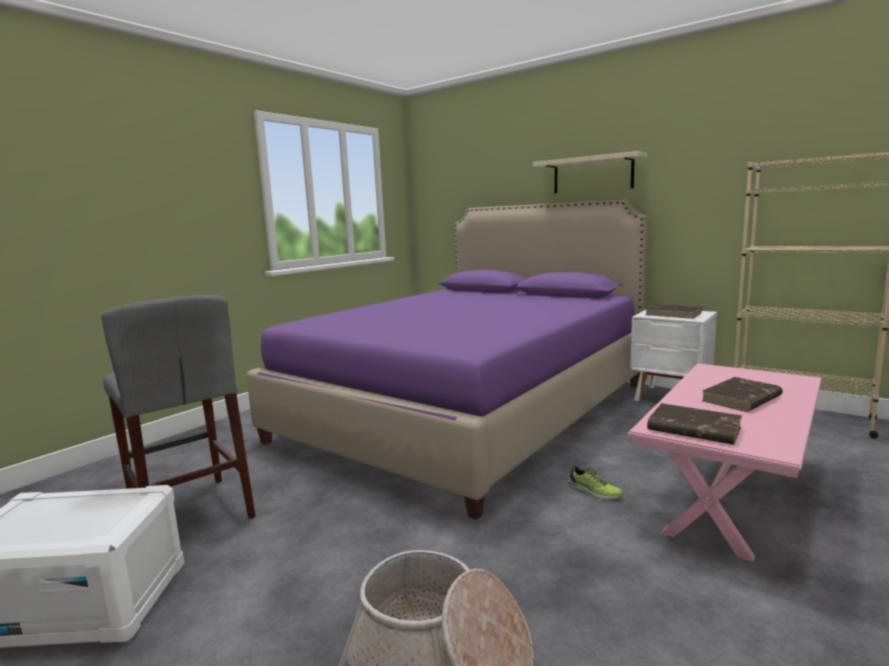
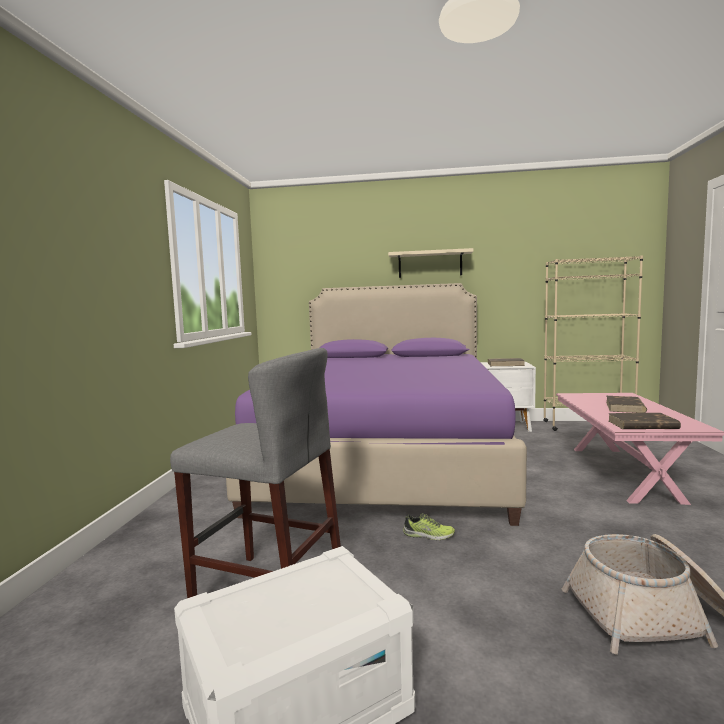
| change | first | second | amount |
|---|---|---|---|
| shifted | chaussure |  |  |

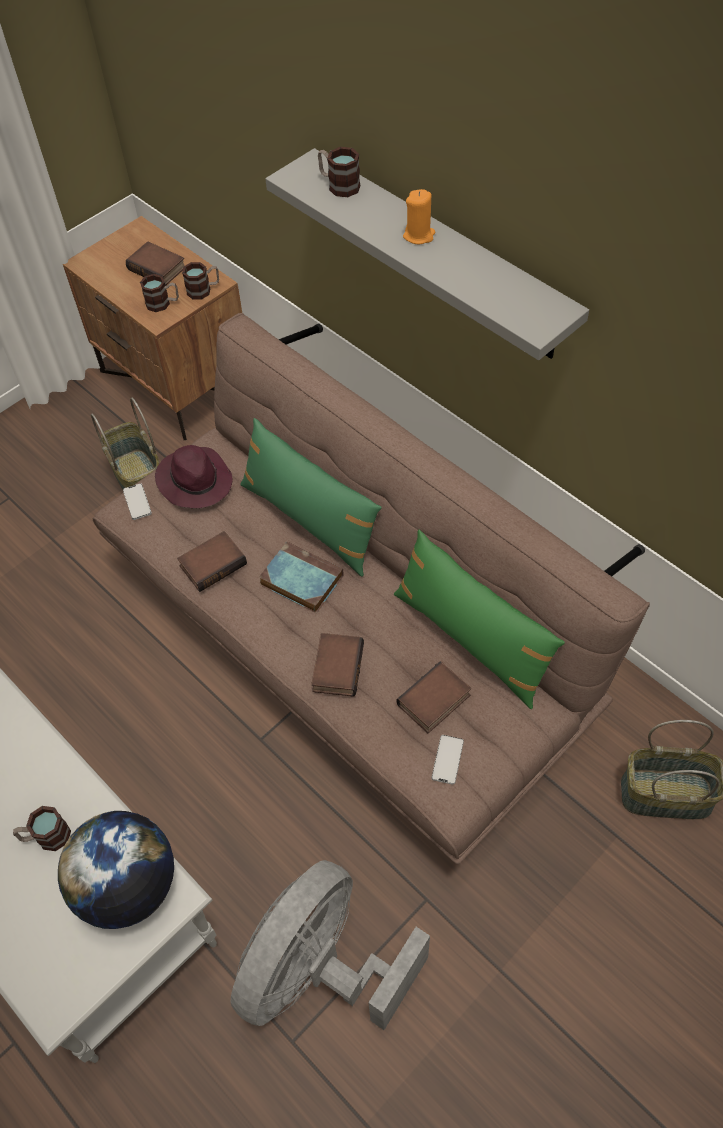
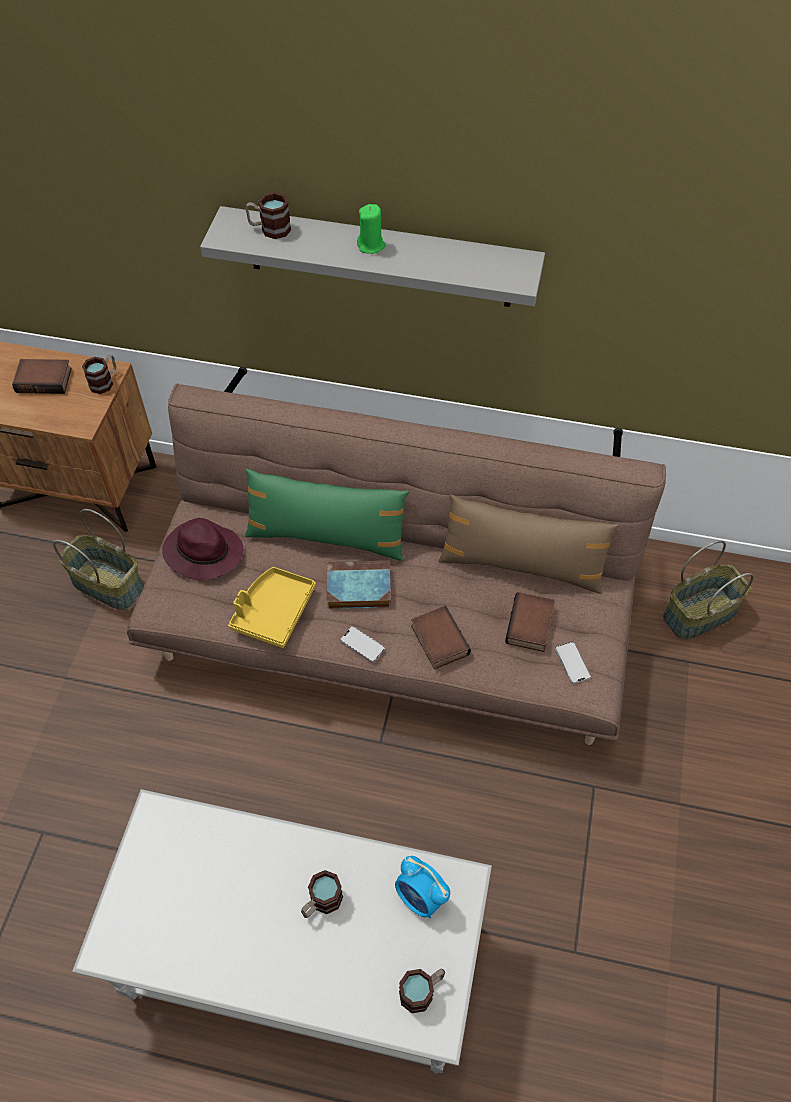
| change | first | second | amount |
|---|---|---|---|
| repainted | bougie/orange | bougie/vert |  |
| shifted | mug (no. 2 from left in the first image) | mug (no. 4 from left) |  |
| shifted | téléphone (no. 1 from left) |  |  |
| repainted | coussin/vert (no. 2 from left) | coussin/marron |  |
| swapped | livre (no. 2 from left) | plateau/jaune |  |
| swapped | globe | réveil |  |
| gone | ventilateur/gris |  |  |

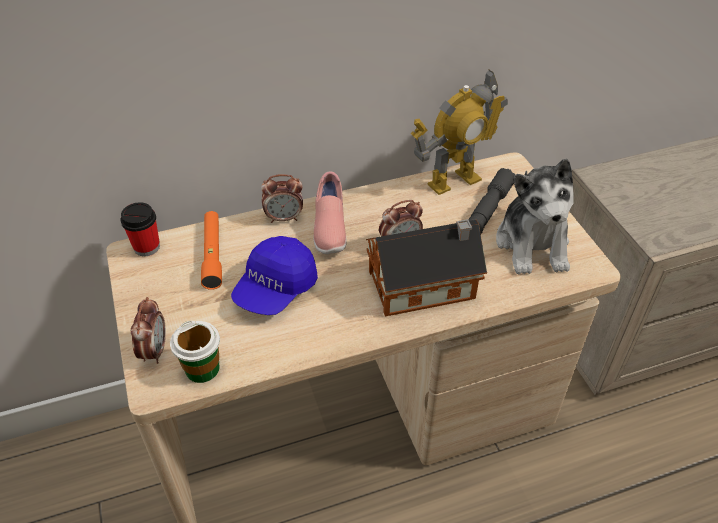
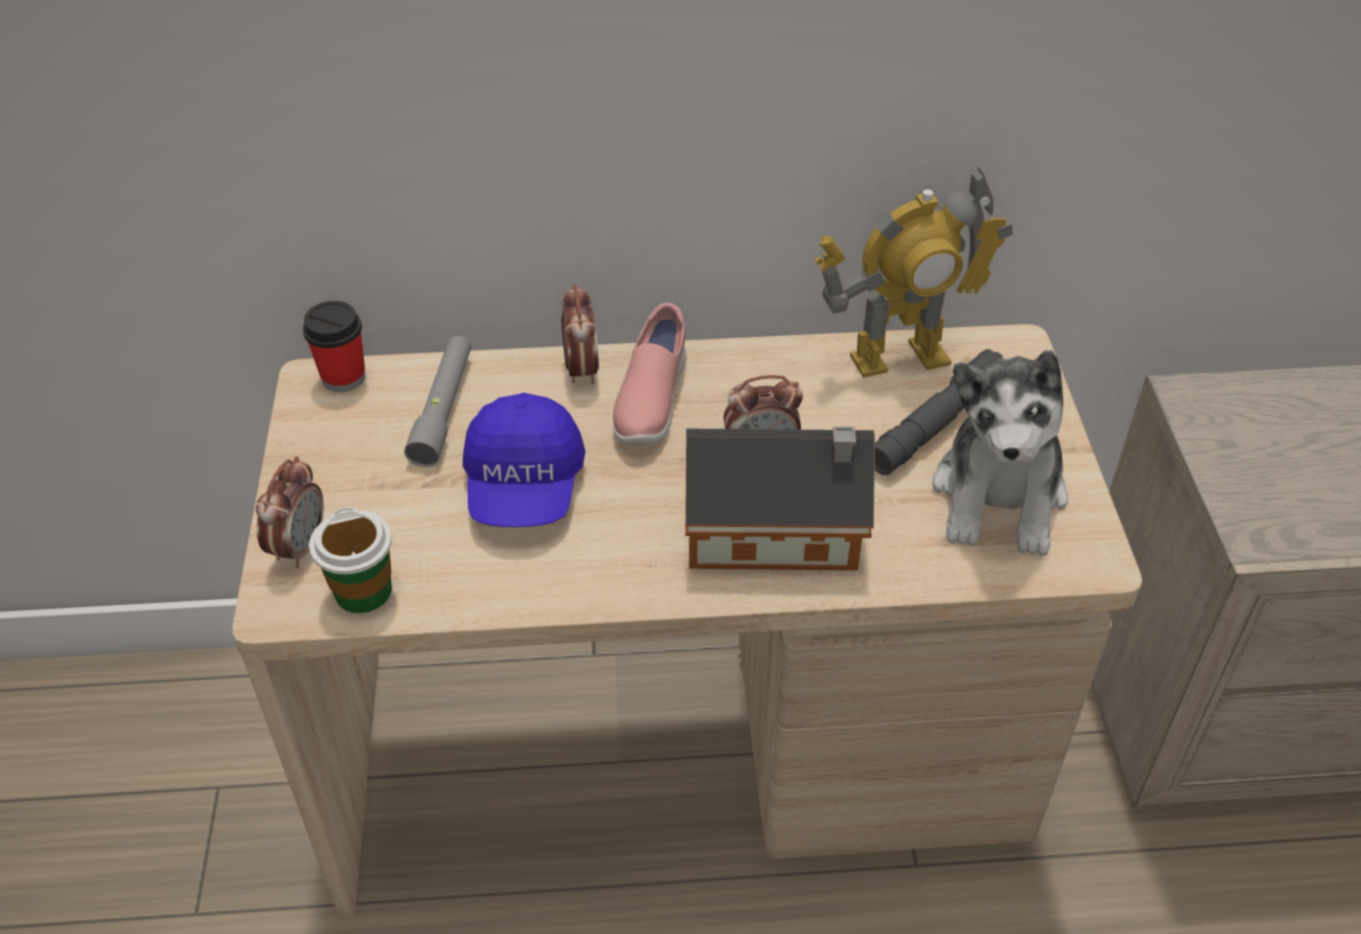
| change | first | second | amount |
|---|---|---|---|
| rotated | réveil (no. 2 from left) |  | 105 degrees counterclockwise |
| repainted | lampe de poche/orange | lampe de poche/gris (no. 1 from left) |  |
| rotated | casquette/bleu |  | 45 degrees counterclockwise |

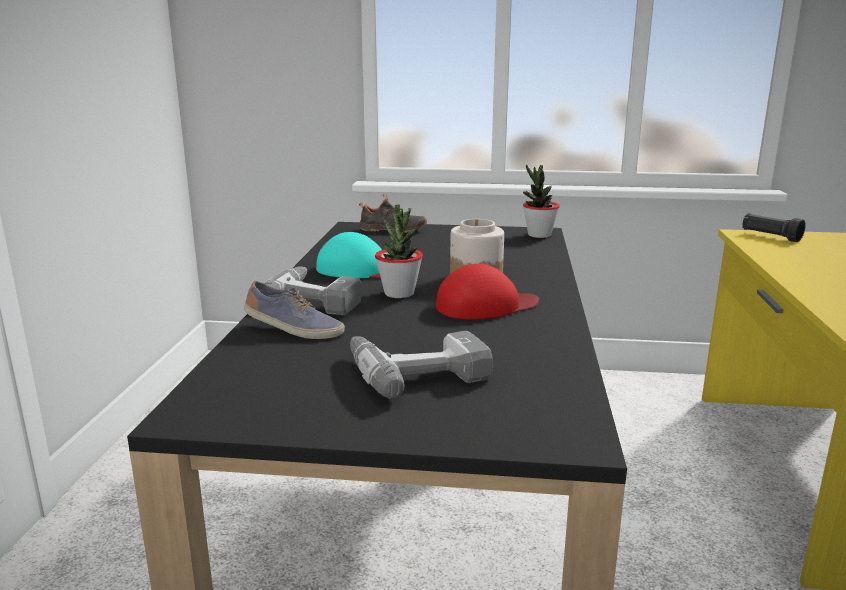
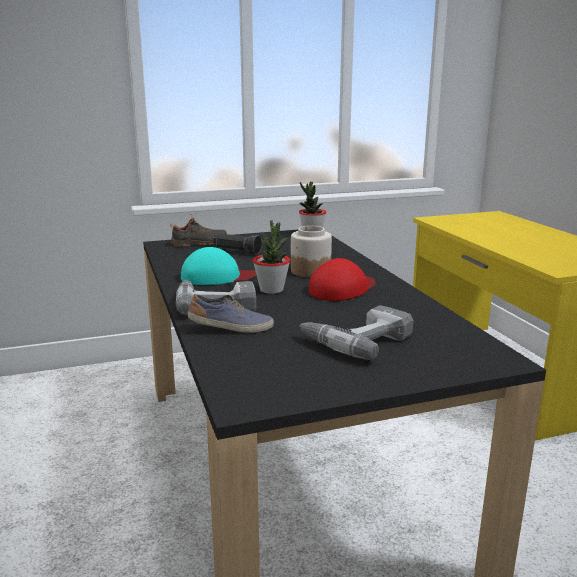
| change | first | second | amount |
|---|---|---|---|
| shifted | lampe de poche/noir |  |  |

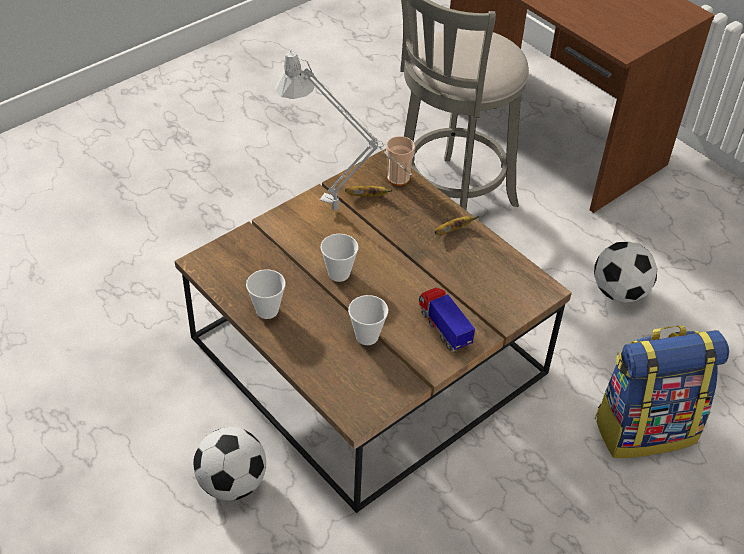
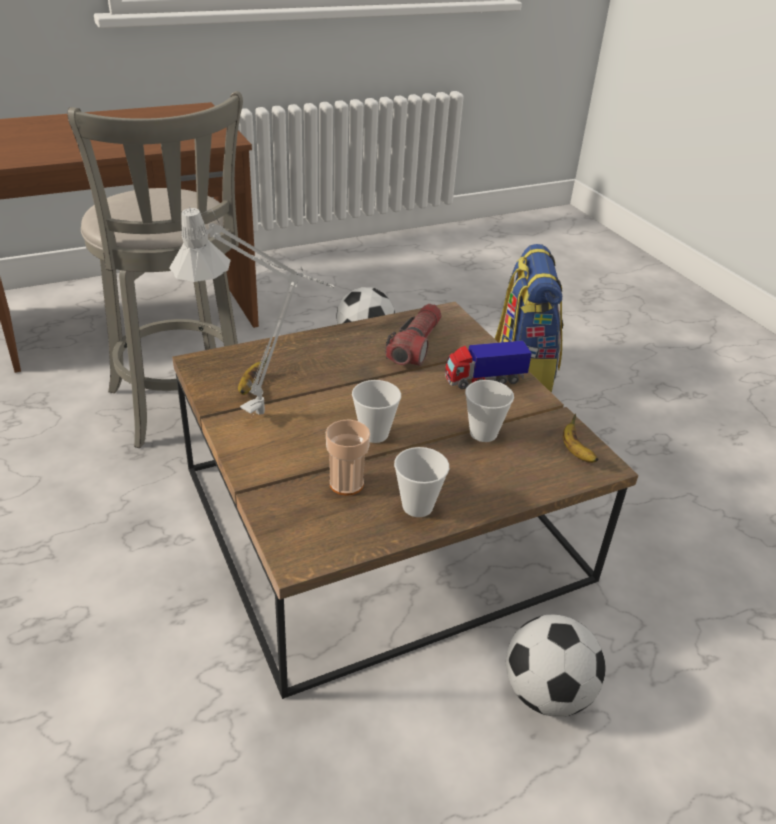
| change | first | second | amount |
|---|---|---|---|
| shifted | tasse (no. 4 from left in the first image) | tasse (no. 1 from left) |  |
| shifted | banane (no. 2 from left) |  |  |
| new |  | lampe de poche |  |

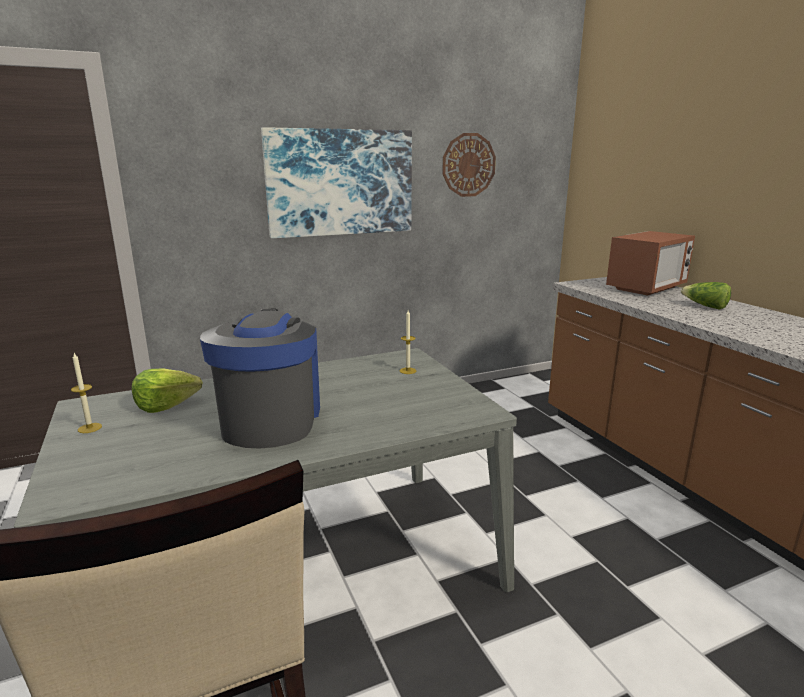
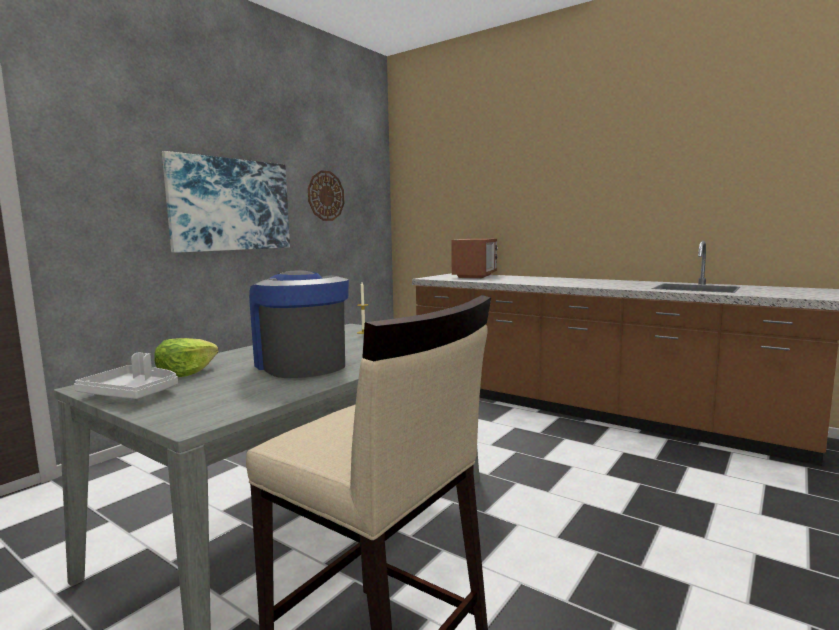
| change | first | second | amount |
|---|---|---|---|
| gone | laitue (no. 2 from left) |  |  |
| swapped | bougie (no. 1 from left) | plateau/gris |  |

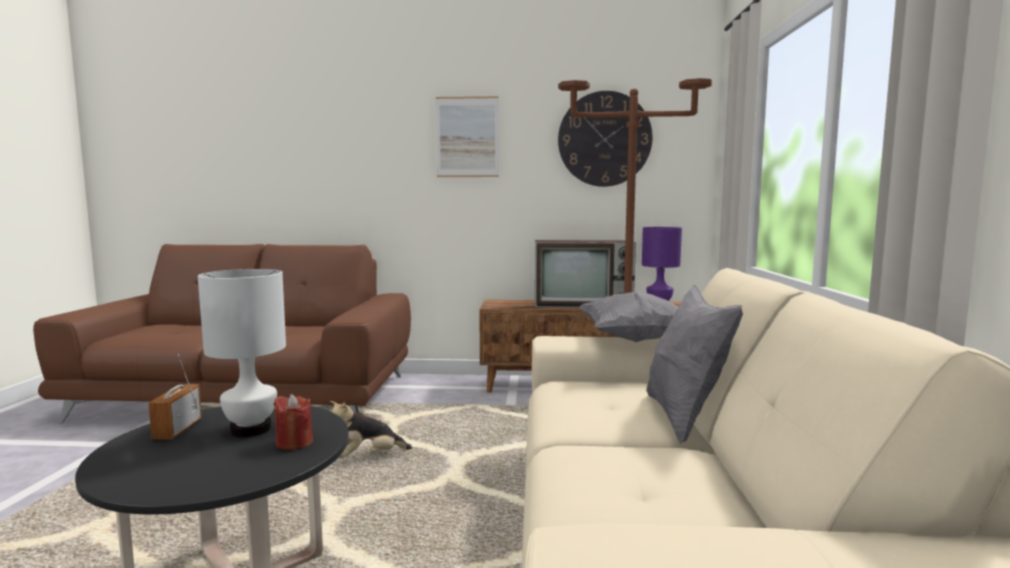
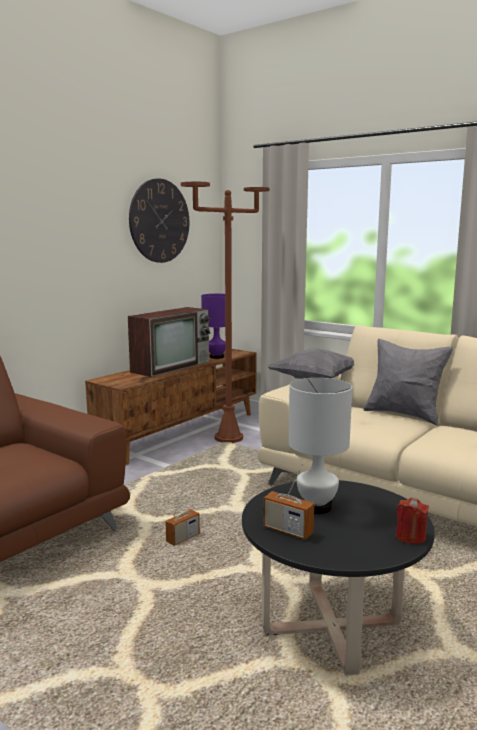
| change | first | second | amount |
|---|---|---|---|
| gone | tableau |  |  |
| shifted | bougie/rouge |  |  |
| swapped | peluche | radio (no. 1 from left) |  |

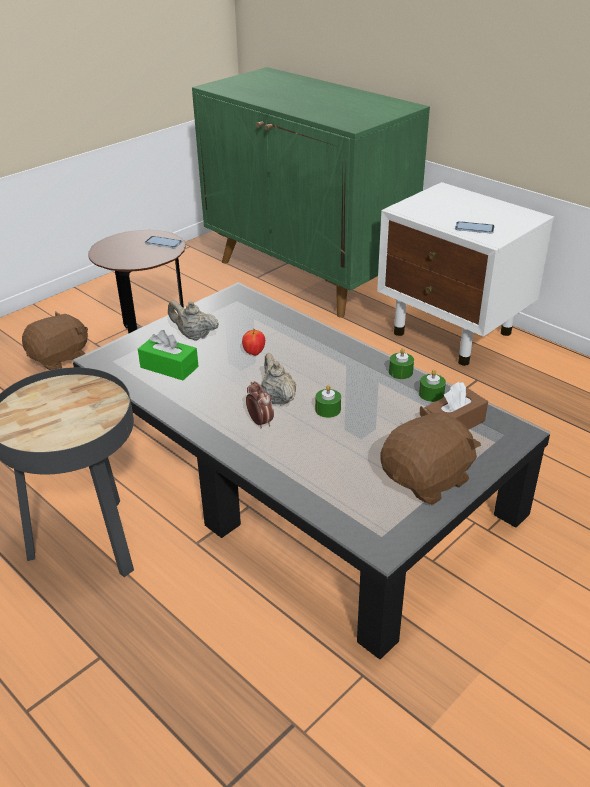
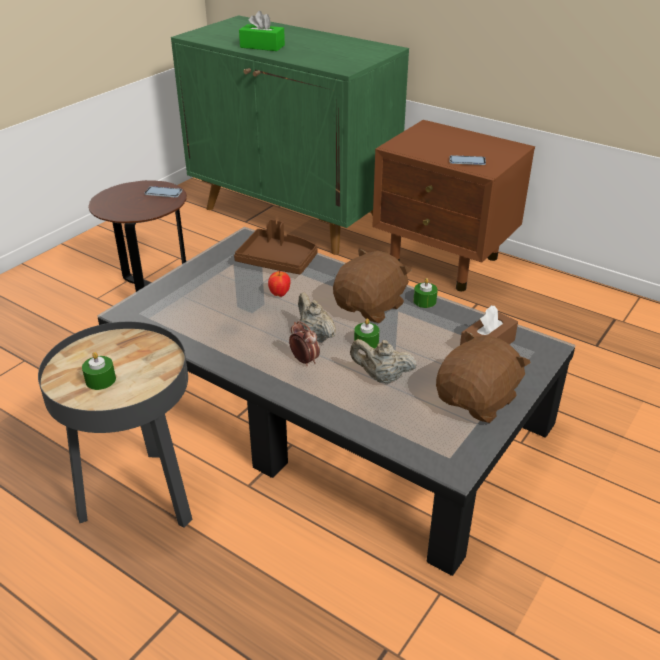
| change | first | second | amount |
|---|---|---|---|
| repainted | table de chevet/blanc | table de chevet/marron |  |
| shifted | théière/beige (no. 1 from left in the first image) | théière/beige (no. 2 from left) |  |
| shifted | peluche/marron (no. 1 from left) |  |  |
| shifted | boîte à mouchoirs/vert |  |  |
| shifted | bougie/vert (no. 3 from left in the first image) | bougie/vert (no. 1 from left) |  |
| new |  | plateau/marron |  |

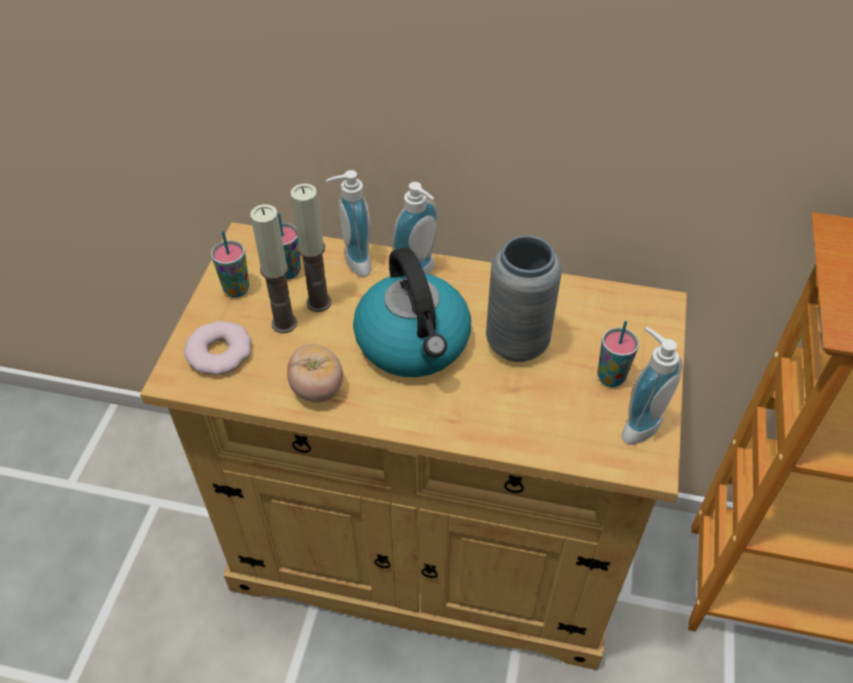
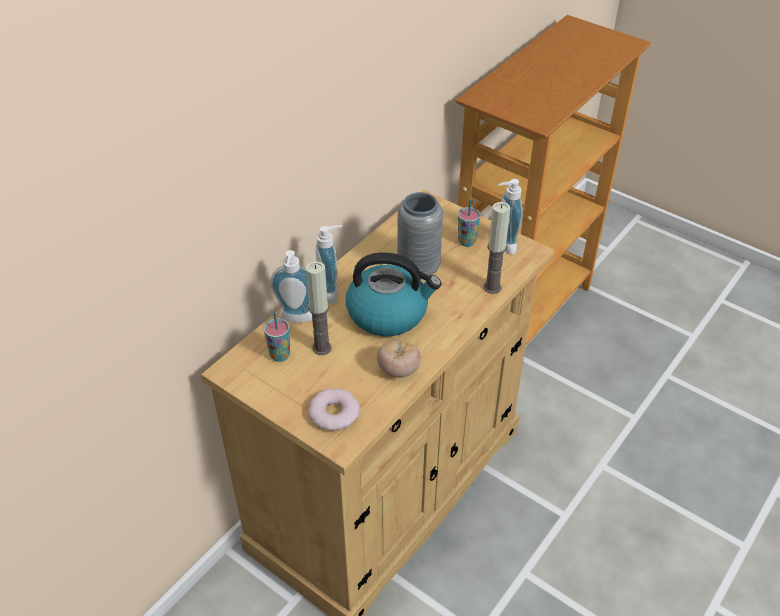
| change | first | second | amount |
|---|---|---|---|
| shifted | bougie (no. 1 from left in the first image) | bougie (no. 2 from left) |  |
| gone | tasse (no. 1 from left) |  |  |

